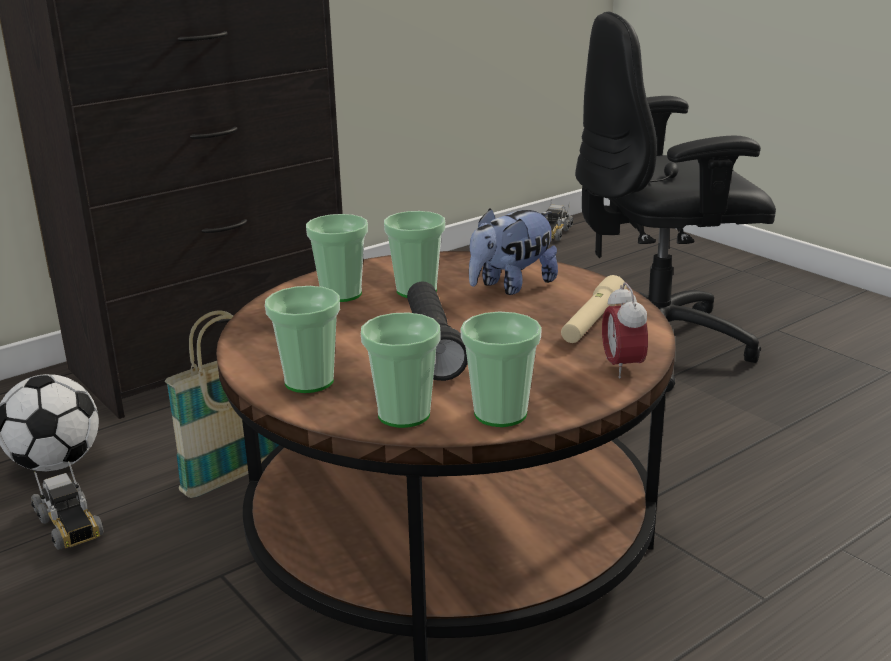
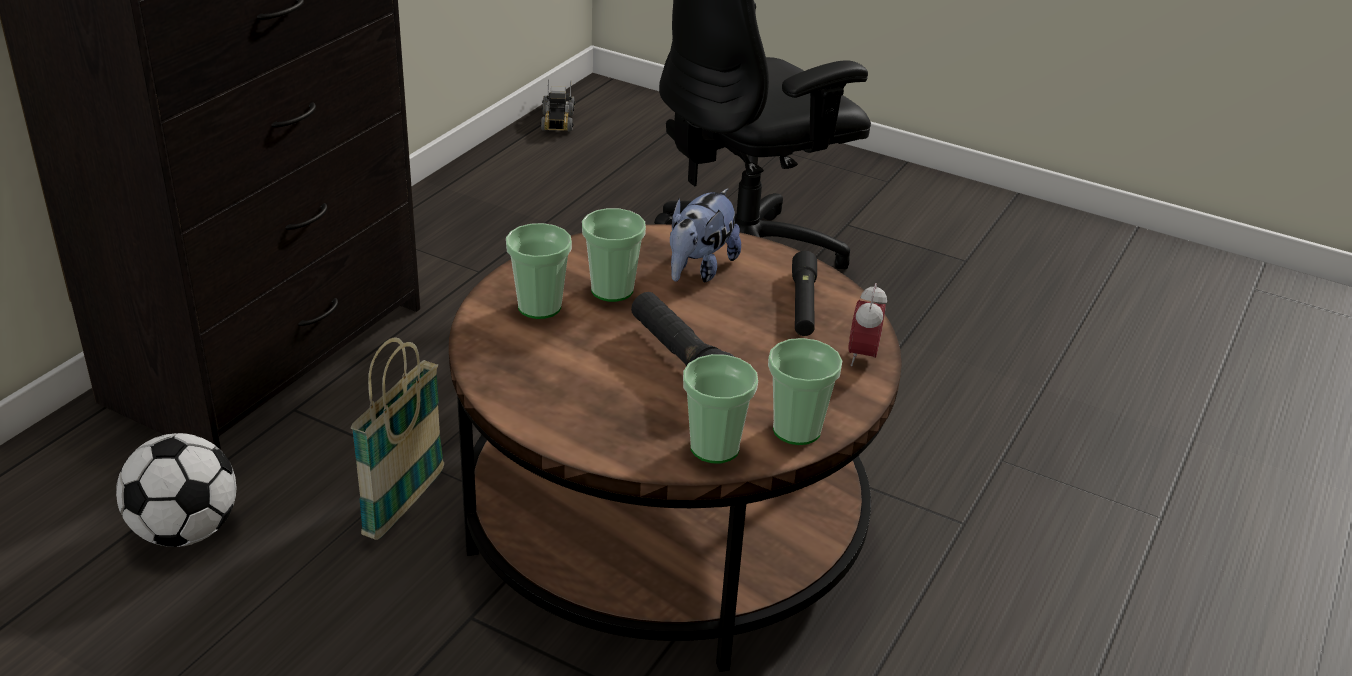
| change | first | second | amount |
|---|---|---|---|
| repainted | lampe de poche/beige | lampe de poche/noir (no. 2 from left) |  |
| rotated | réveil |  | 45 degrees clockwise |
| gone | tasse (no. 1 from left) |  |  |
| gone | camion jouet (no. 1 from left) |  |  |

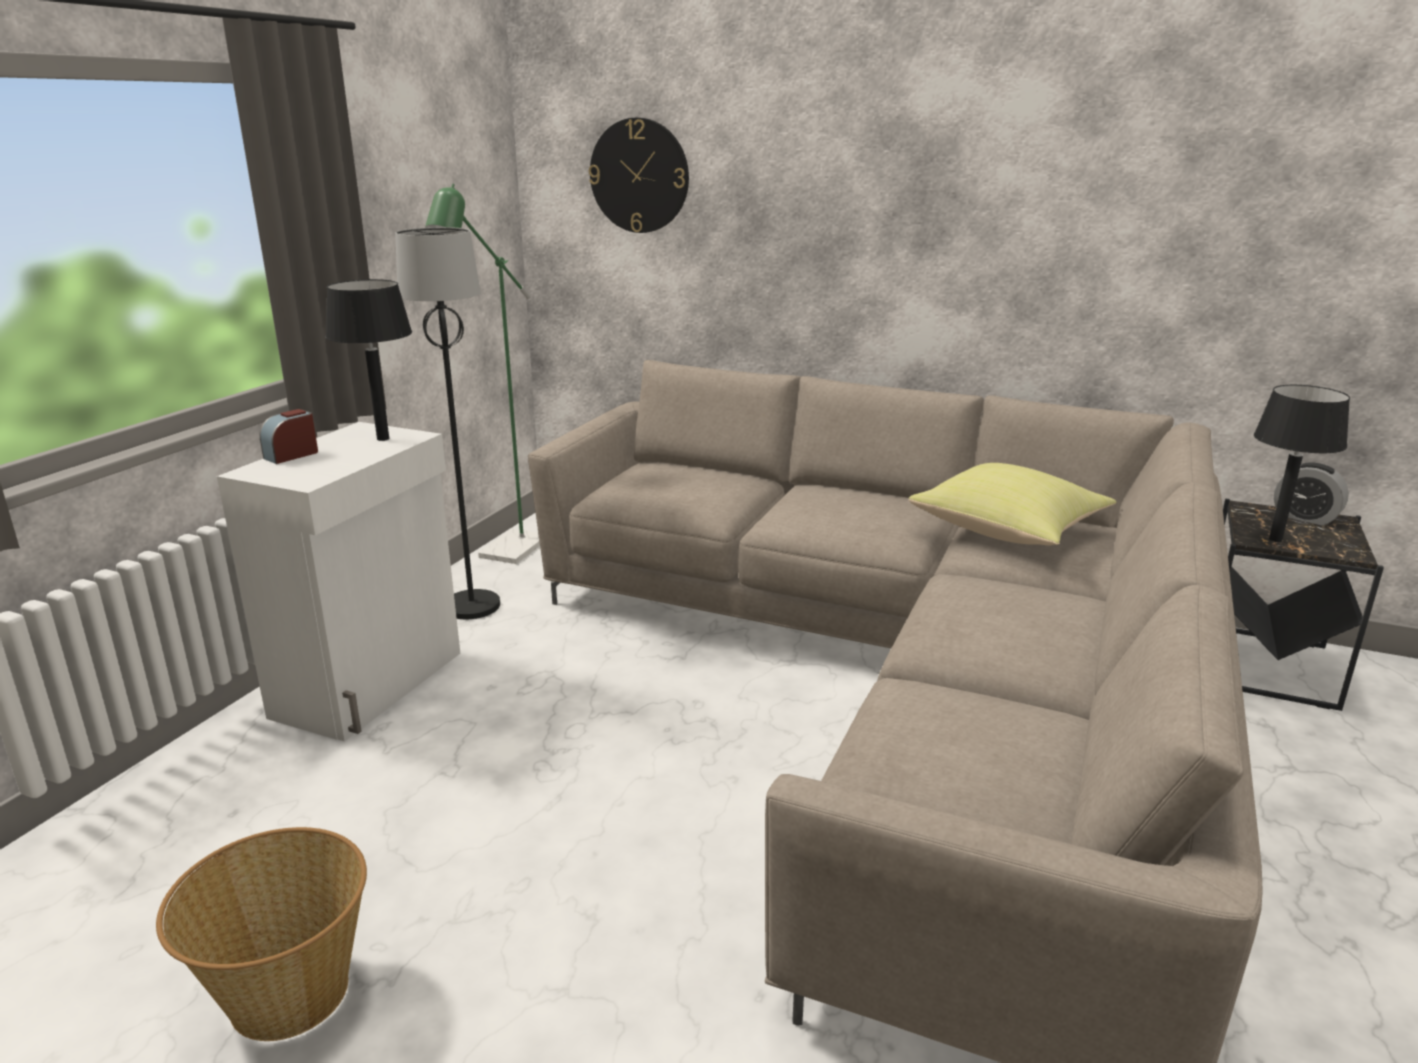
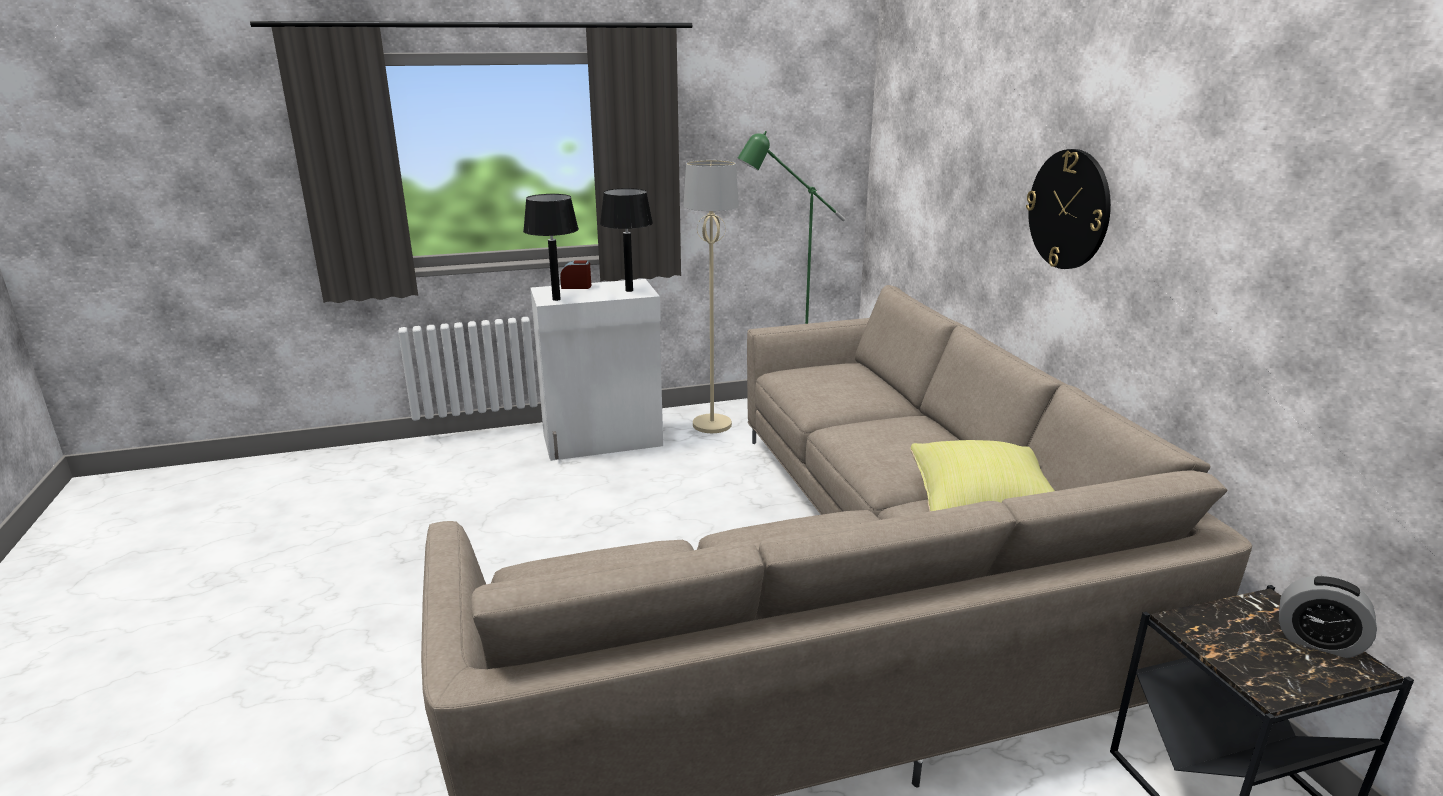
| change | first | second | amount |
|---|---|---|---|
| shifted | horloge murale |  |  |
| repainted | lampadaire/noir | lampadaire/beige |  |
| shifted | lampe de table/noir (no. 2 from left in the first image) | lampe de table/noir (no. 1 from left) |  |
| rotated | réveil (no. 2 from left) |  | 60 degrees counterclockwise |
| gone | panier |  |  |

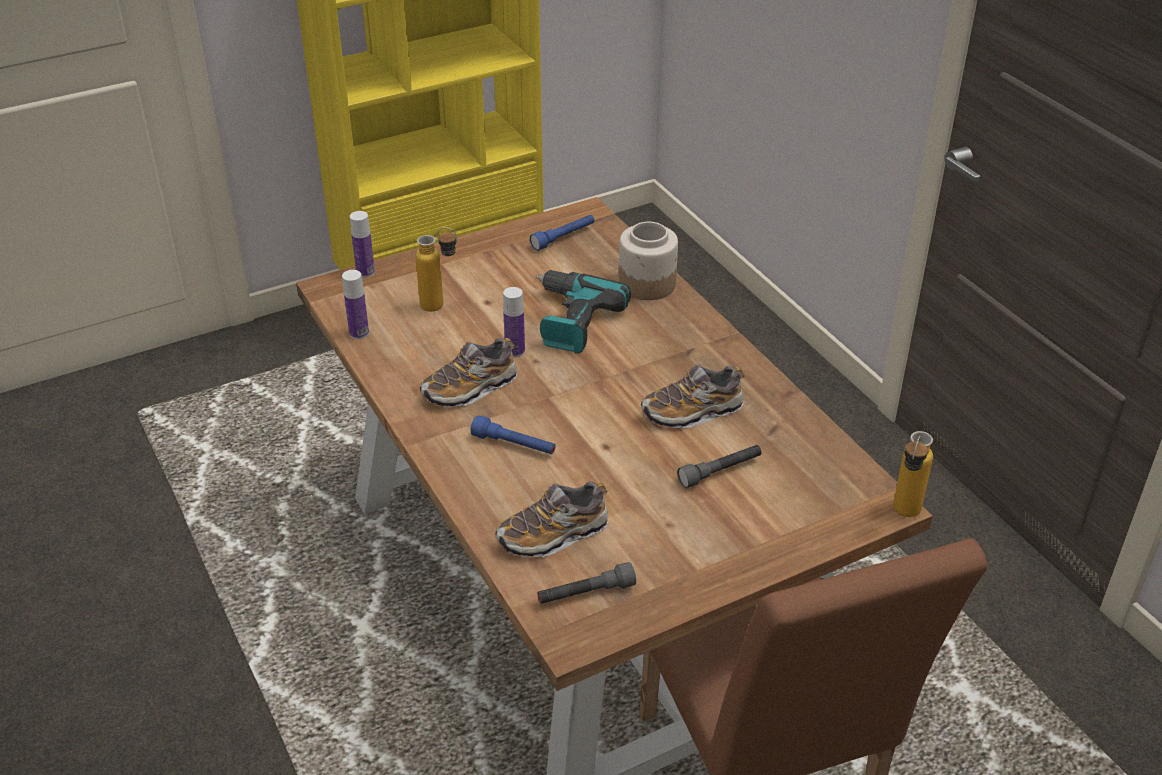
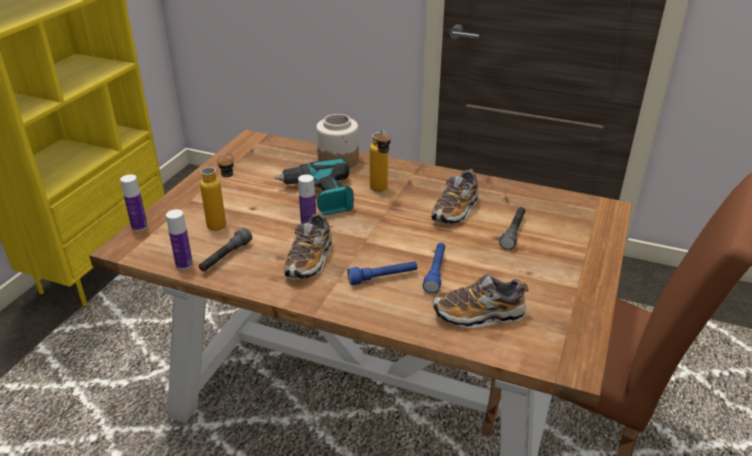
| change | first | second | amount |
|---|---|---|---|
| shifted | lampe de poche/bleu (no. 2 from left) |  |  |
| shifted | bouteille (no. 5 from left) |  |  |
| rotated | chaussure (no. 2 from left in the first image) | chaussure (no. 3 from left) | 60 degrees clockwise |
| shifted | lampe de poche/gris (no. 1 from left) |  |  |

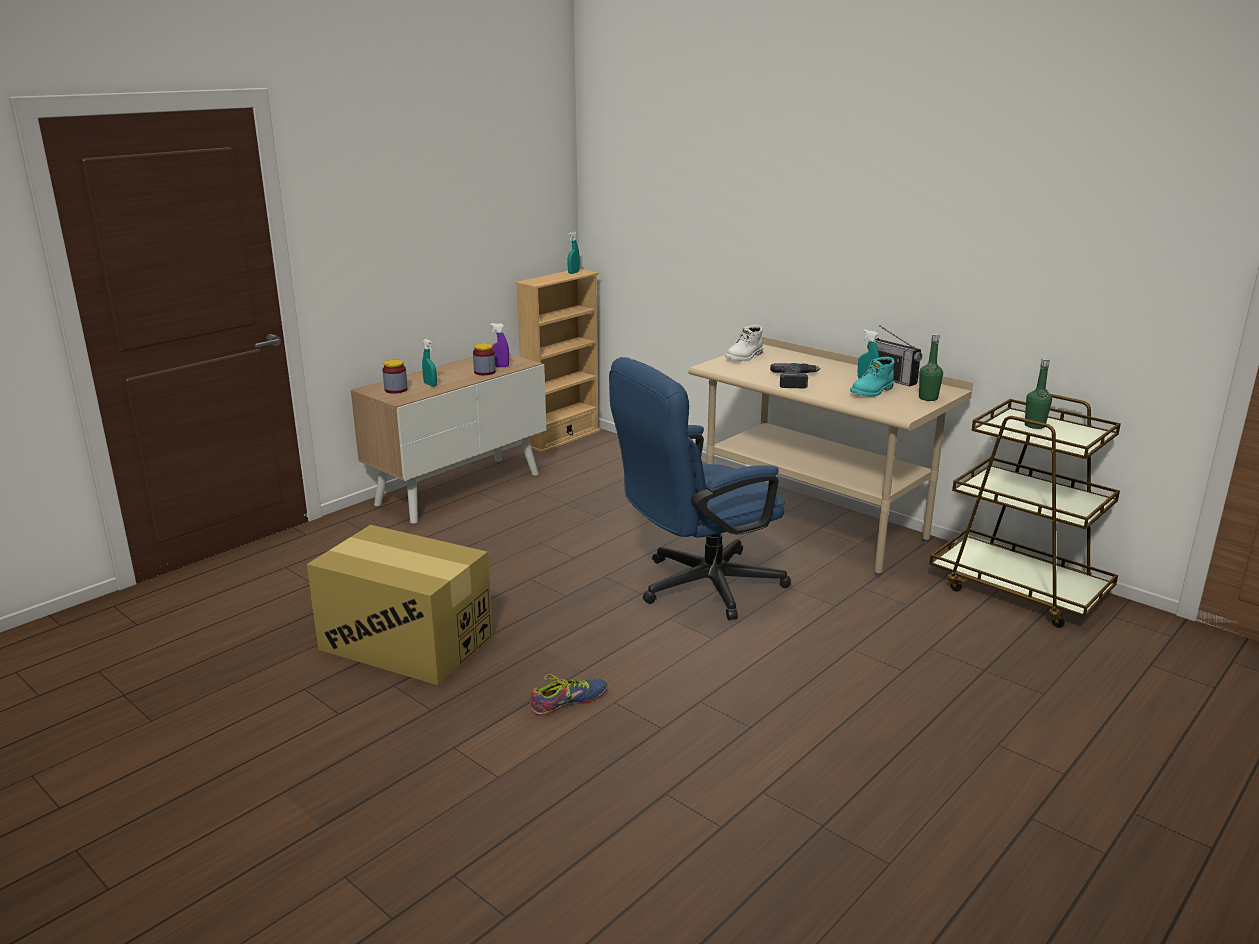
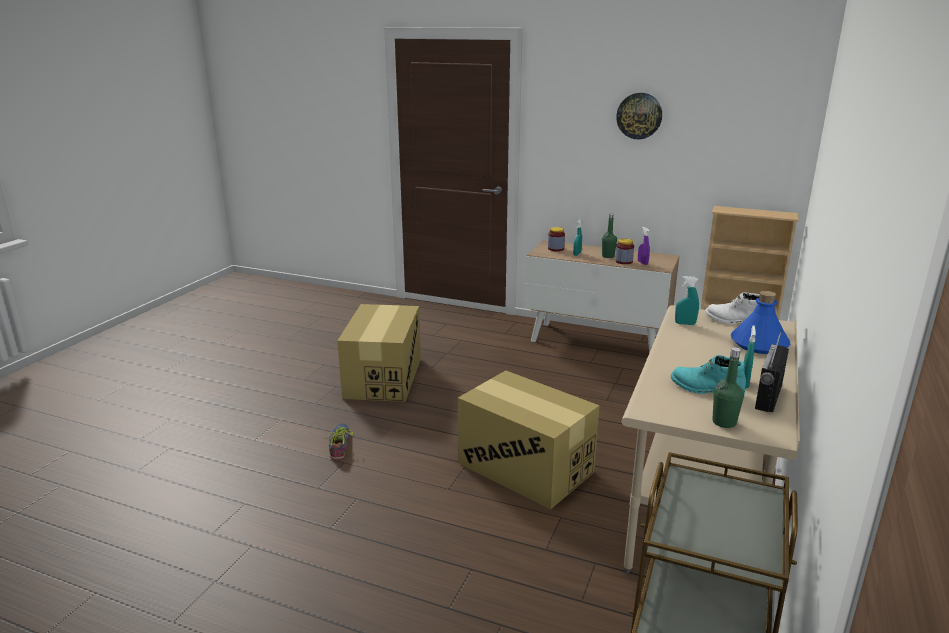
| change | first | second | amount |
|---|---|---|---|
| shifted | vaporisateur/turquoise (no. 2 from left) |  |  |
| swapped | chaise de bureau/bleu | carton (no. 2 from left) |  |
| shifted | bouteille/vert (no. 2 from left in the first image) | bouteille/vert (no. 1 from left) |  |
| gone | perceuse |  |  |
| rotated | chaussure |  | 135 degrees counterclockwise |
| new |  | horloge murale |  |
| new |  | bouteille/bleu |  |

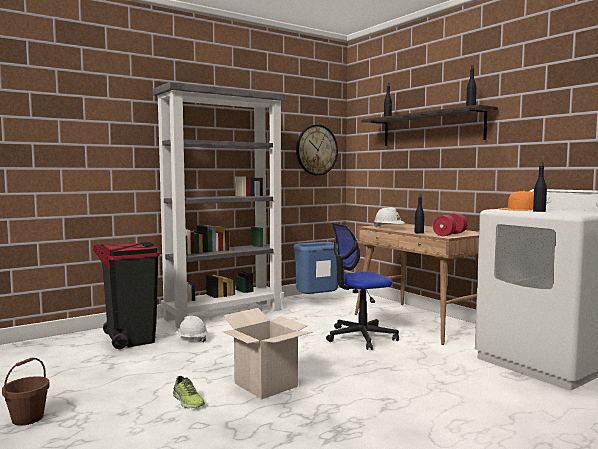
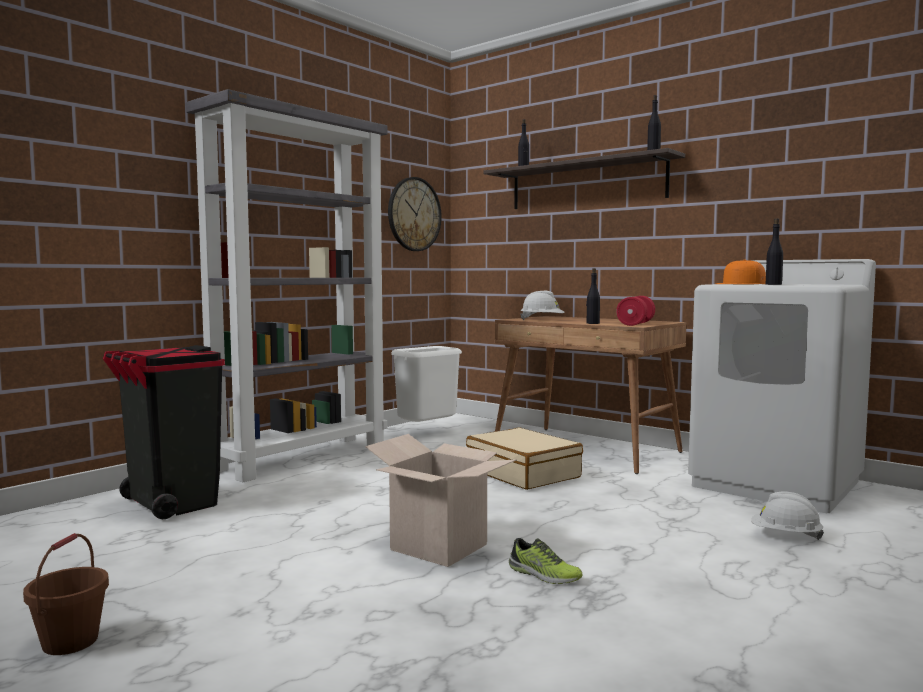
| change | first | second | amount |
|---|---|---|---|
| swapped | chaise de bureau | valise/beige |  |
| repainted | poubelle/bleu | poubelle/blanc |  |
| shifted | casque de chantier/blanc (no. 1 from left in the first image) | casque de chantier/blanc (no. 2 from left) |  |
| shifted | chaussure |  |  |

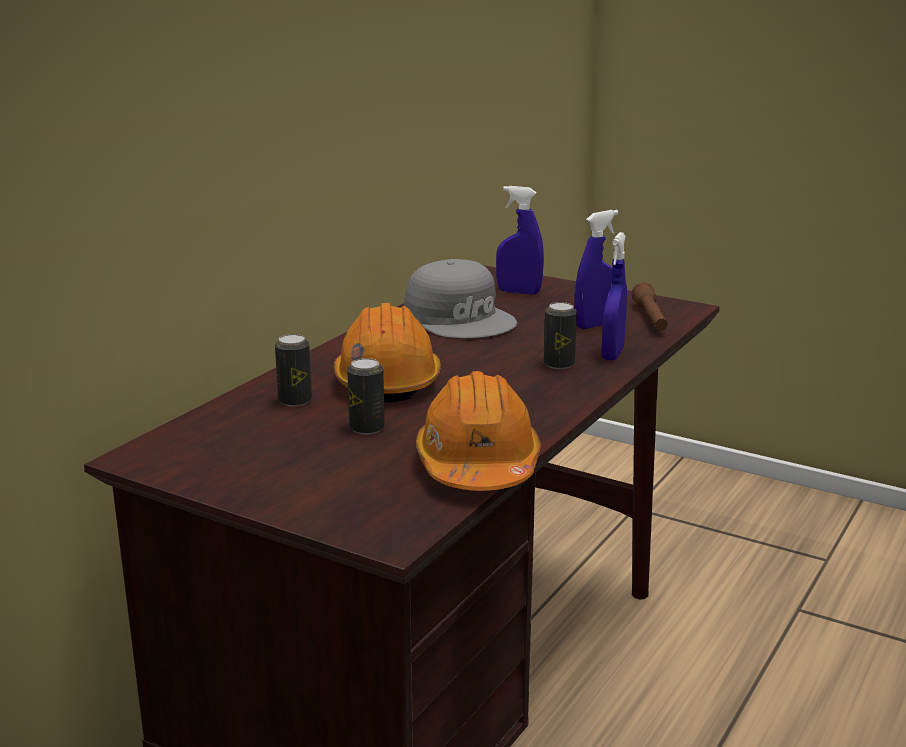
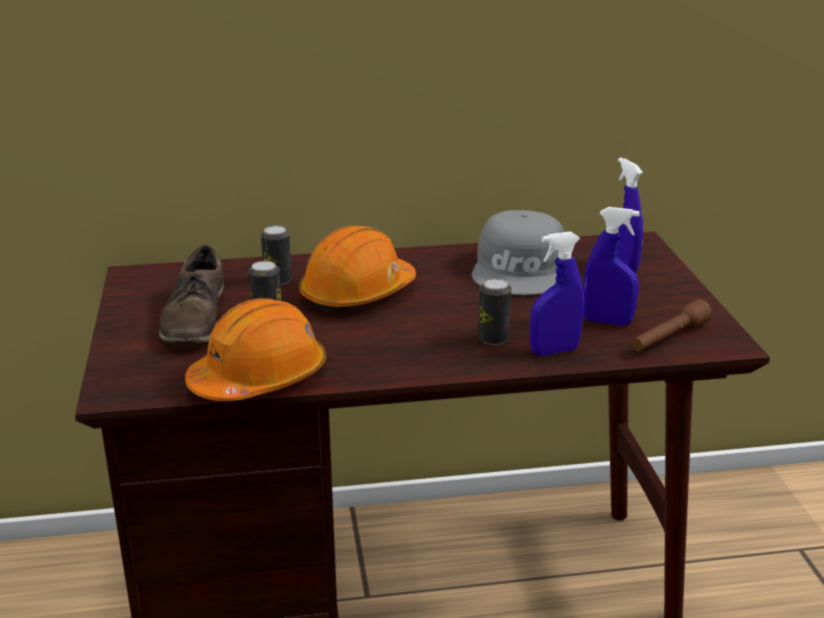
| change | first | second | amount |
|---|---|---|---|
| new |  | chaussure/marron |  |

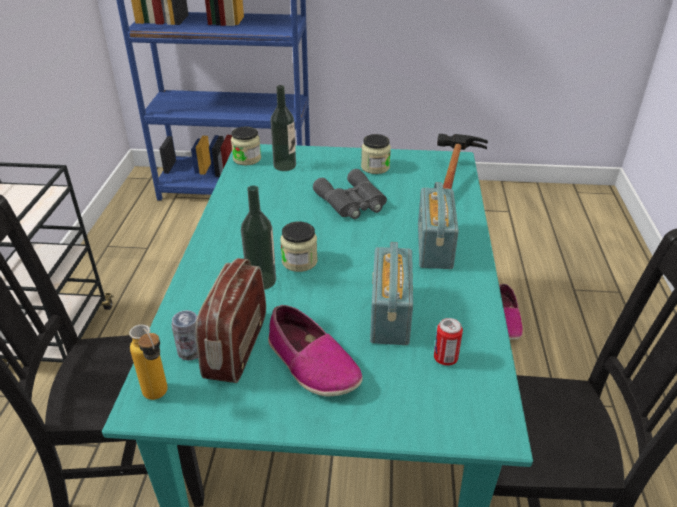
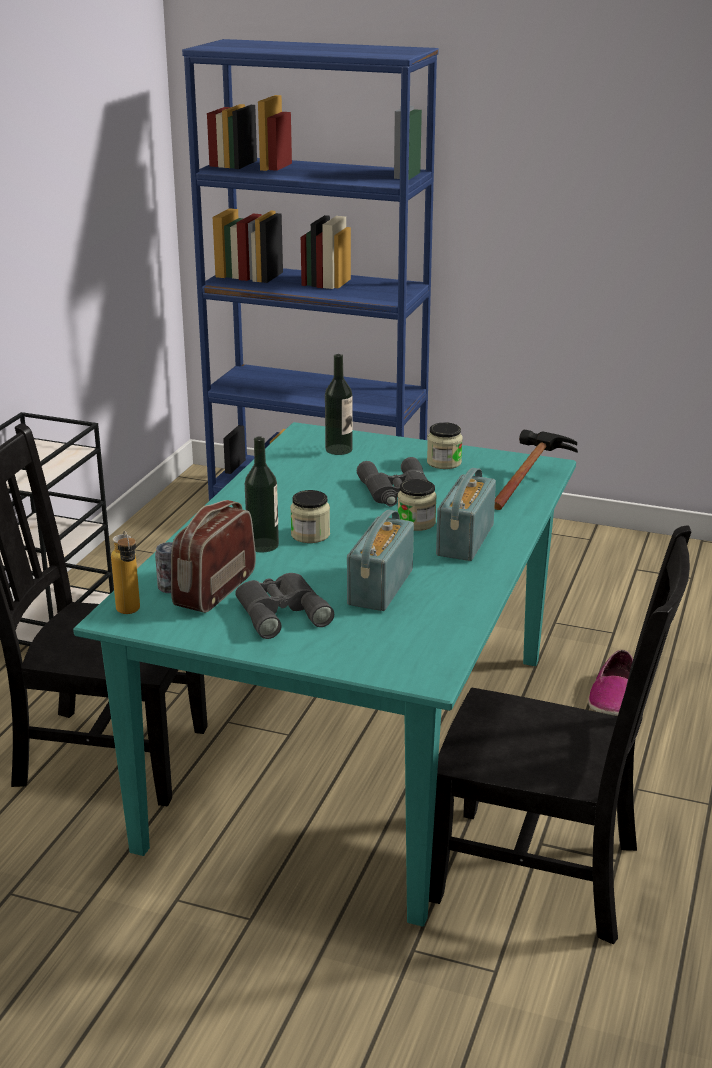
| change | first | second | amount |
|---|---|---|---|
| shifted | bocal (no. 1 from left in the first image) | bocal (no. 2 from left) |  |
| swapped | chaussure (no. 1 from left) | jumelles/gris (no. 1 from left) |  |
| gone | boîte métallique (no. 2 from left) |  |  |

